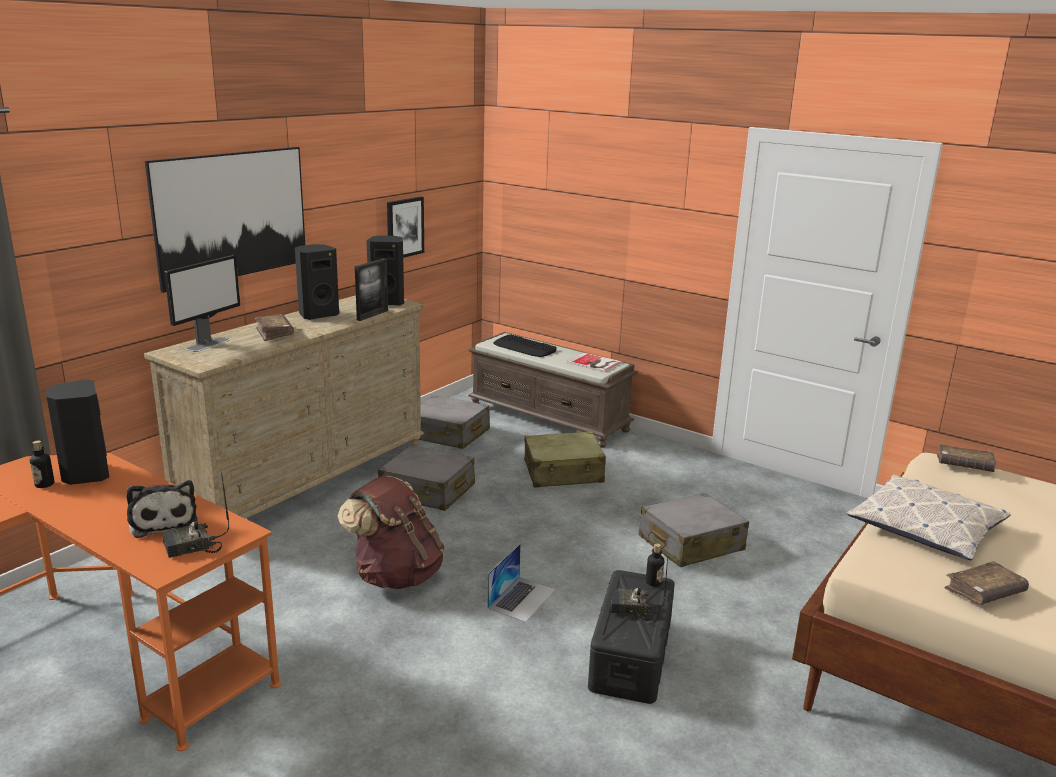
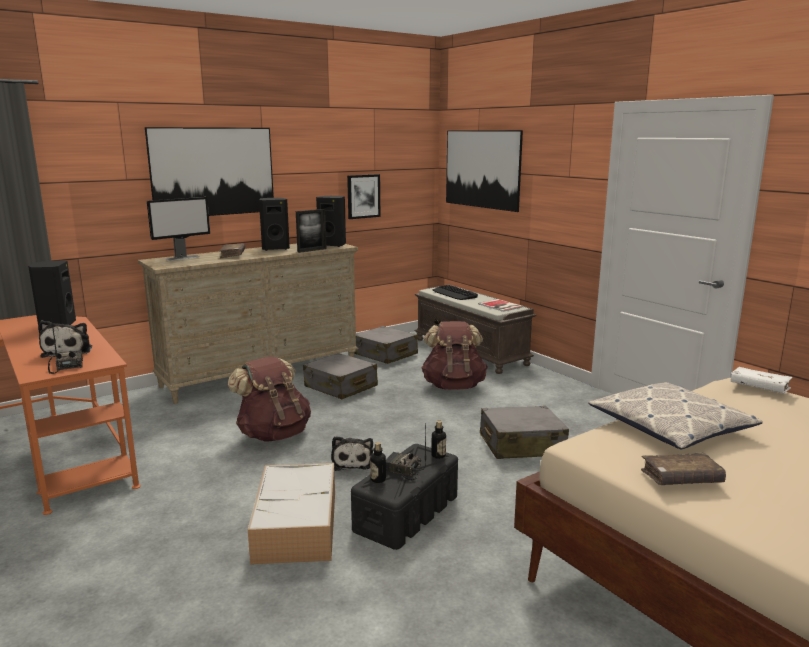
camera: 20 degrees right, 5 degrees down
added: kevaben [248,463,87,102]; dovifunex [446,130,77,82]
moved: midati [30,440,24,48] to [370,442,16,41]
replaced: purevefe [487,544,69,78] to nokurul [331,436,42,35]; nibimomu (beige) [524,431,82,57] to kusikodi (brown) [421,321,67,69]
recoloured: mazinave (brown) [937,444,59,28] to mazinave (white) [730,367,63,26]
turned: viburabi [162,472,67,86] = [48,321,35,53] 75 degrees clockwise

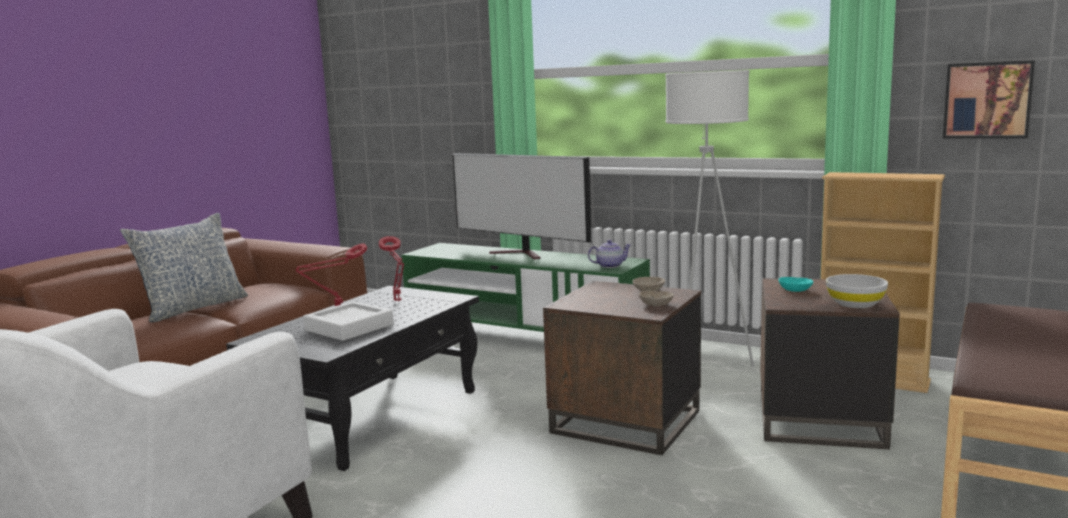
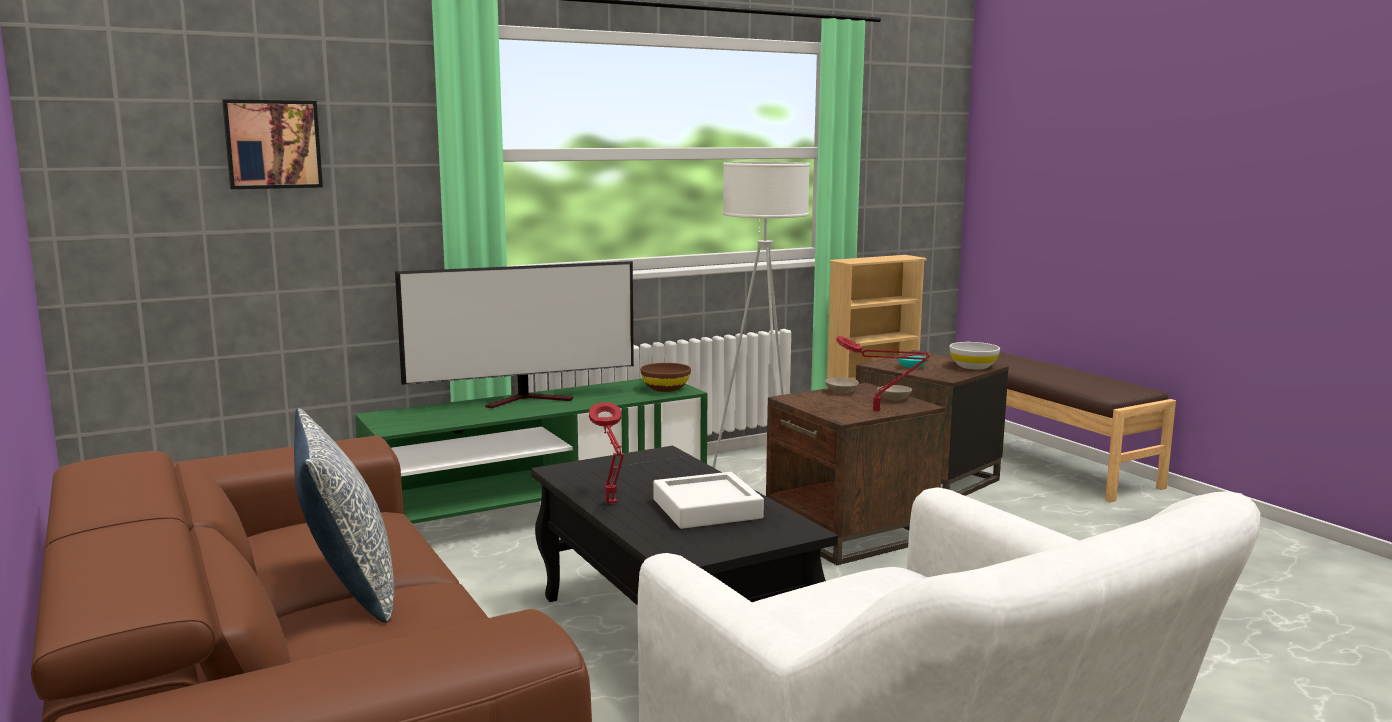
camera: 60 degrees left, 0 degrees up
moved: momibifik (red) [379,236,25,65] to [836,336,93,75]; dovifunex [943,60,92,79] to [222,99,101,90]
replaced: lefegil [588,240,43,28] to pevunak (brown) [640,363,51,29]

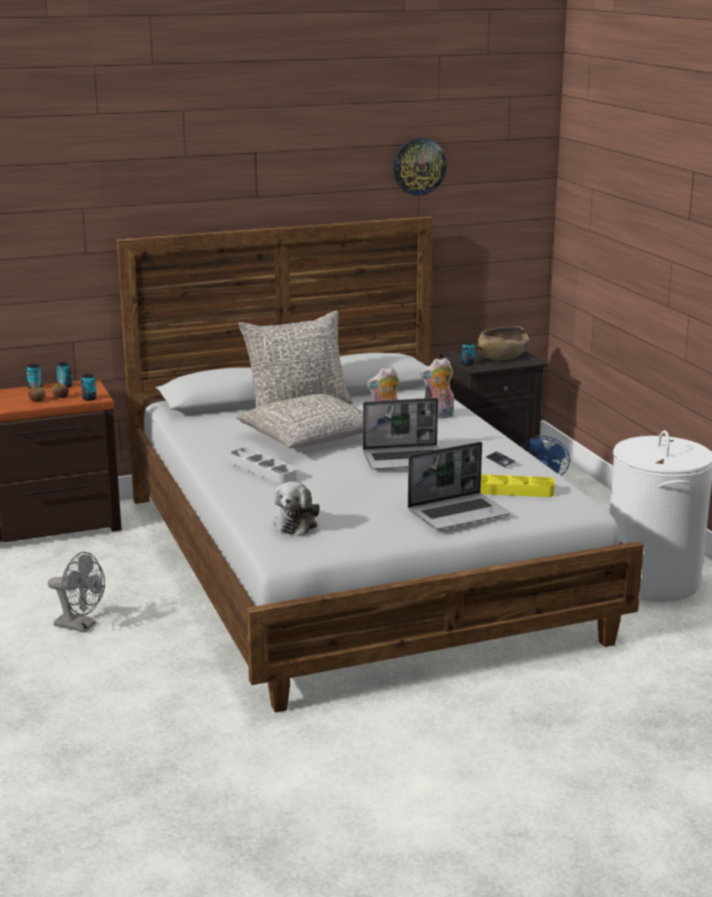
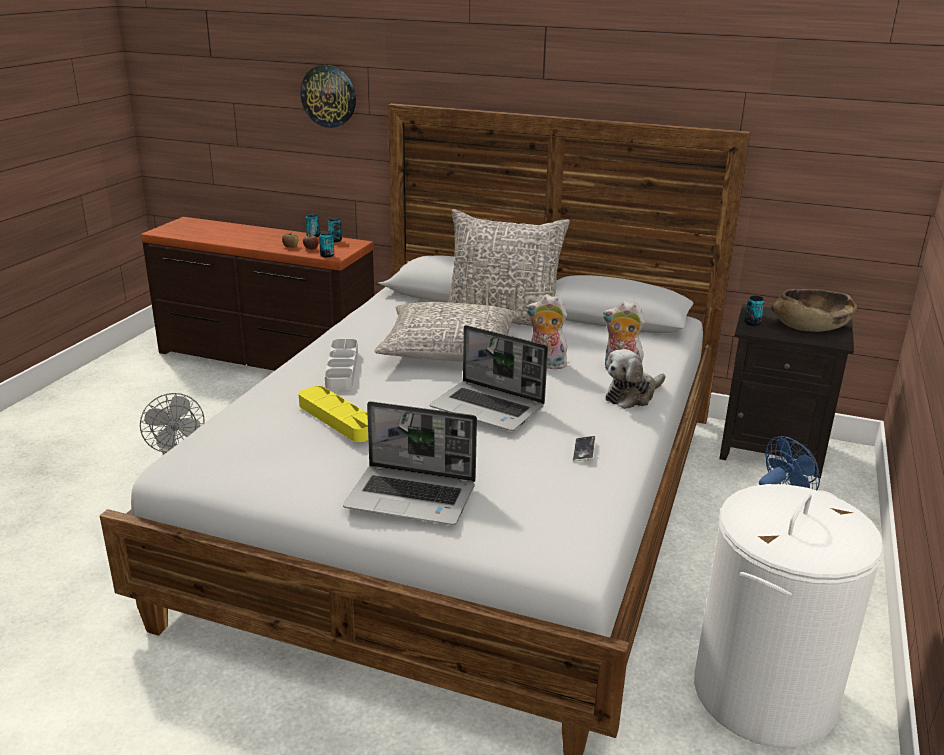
camera: 40 degrees right, 5 degrees up
moved: nokurul [272,481,48,54] to [605,349,60,60]; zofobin [393,138,54,58] to [300,65,56,63]; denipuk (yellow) [480,474,75,23] to [298,386,70,56]

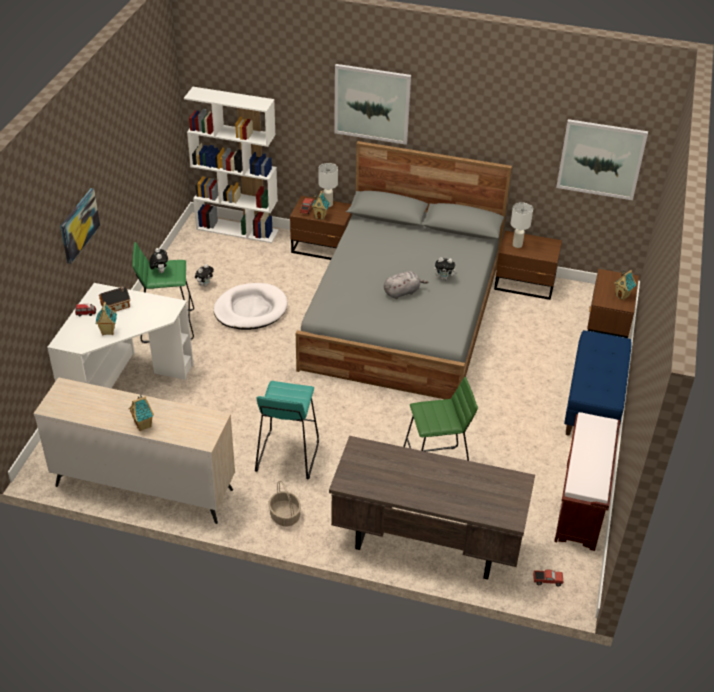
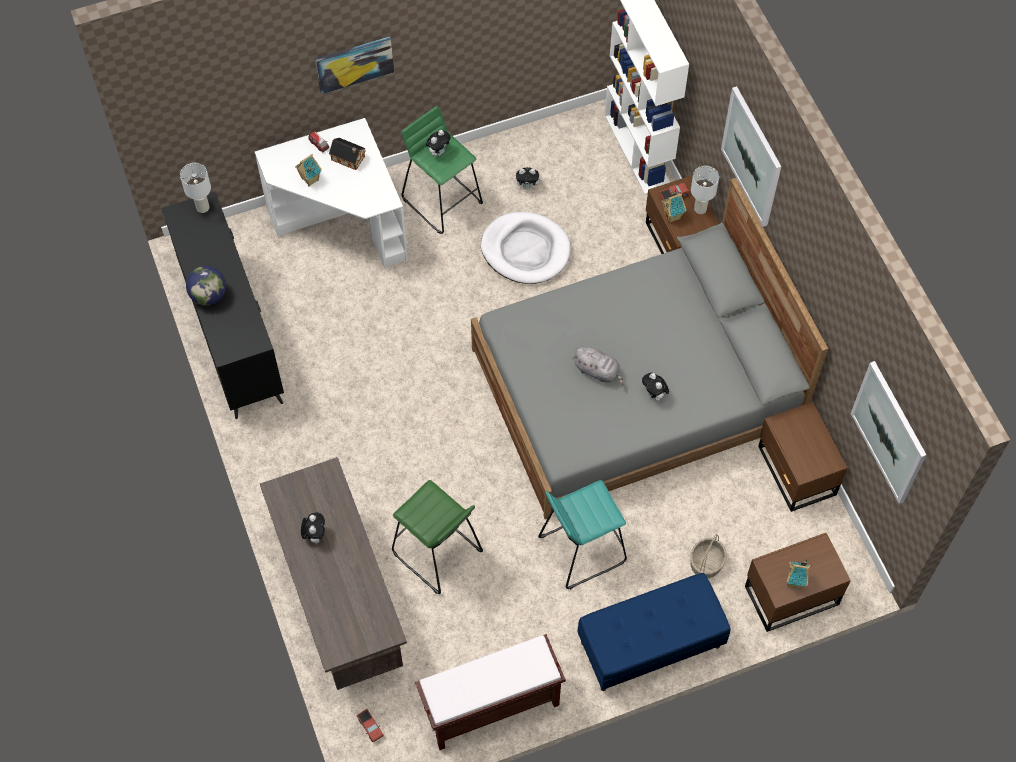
camera: 55 degrees right, 20 degrees up
added: nokurul [301,513,24,31]
moved: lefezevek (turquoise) [255,381,64,98] to [538,480,89,109]; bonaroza [269,481,32,45] to [690,534,36,44]; momibifik (white) [511,202,22,46] to [180,163,31,50]
replaced: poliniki [129,394,25,37] to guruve [186,266,40,40]
recoloured: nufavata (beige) [33,377,202,147] to nufavata (black) [162,192,122,227]

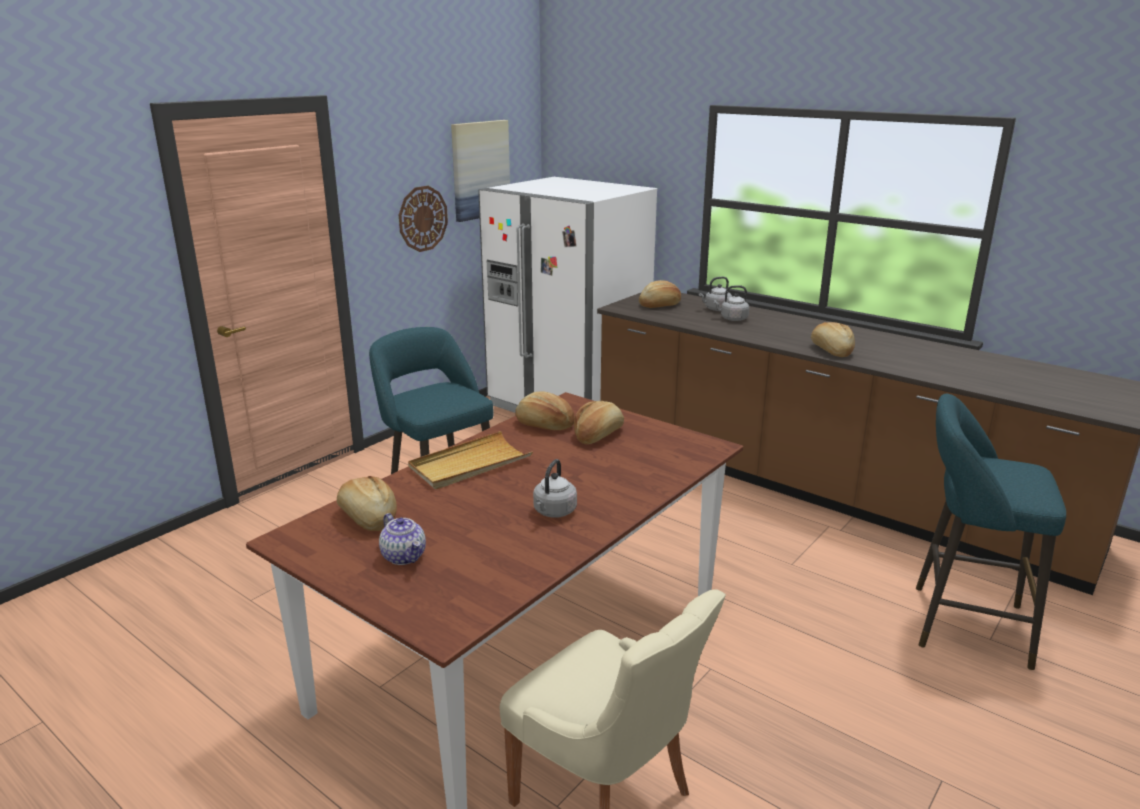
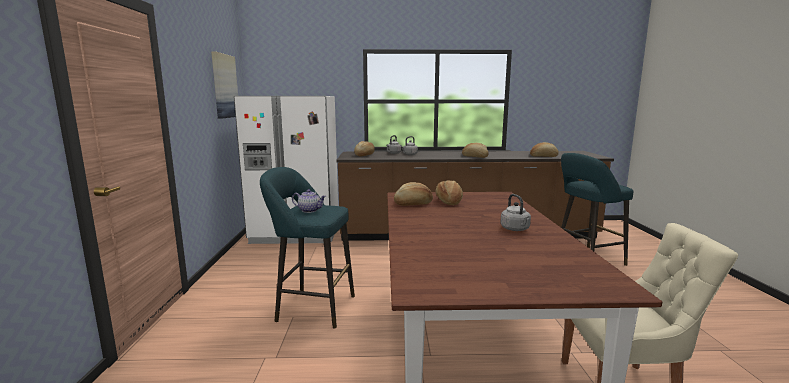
camera: 40 degrees left, 10 degrees down
removed: zofobin [399,186,49,66]; denipuk (beige) [408,431,125,58]
moved: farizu [337,476,60,55] to [530,142,29,15]; lefegil [379,513,47,52] to [292,189,34,24]

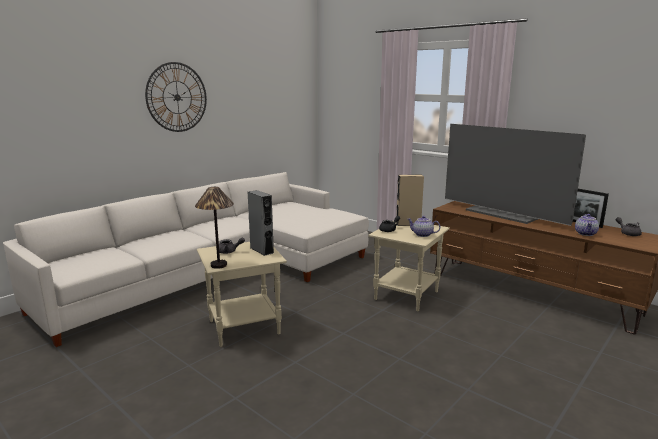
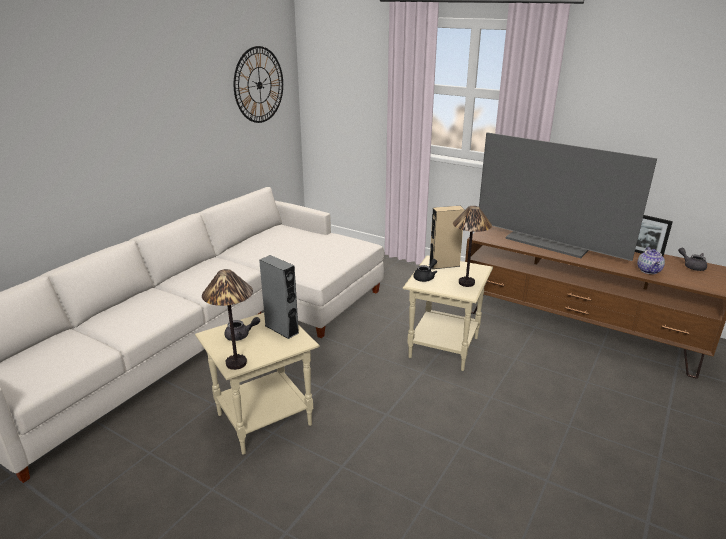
camera: 10 degrees left, 10 degrees up
moved: zofobin [145,62,62,70] to [234,46,49,77]
replaced: lefegil [408,216,32,21] to momibifik [453,206,39,81]

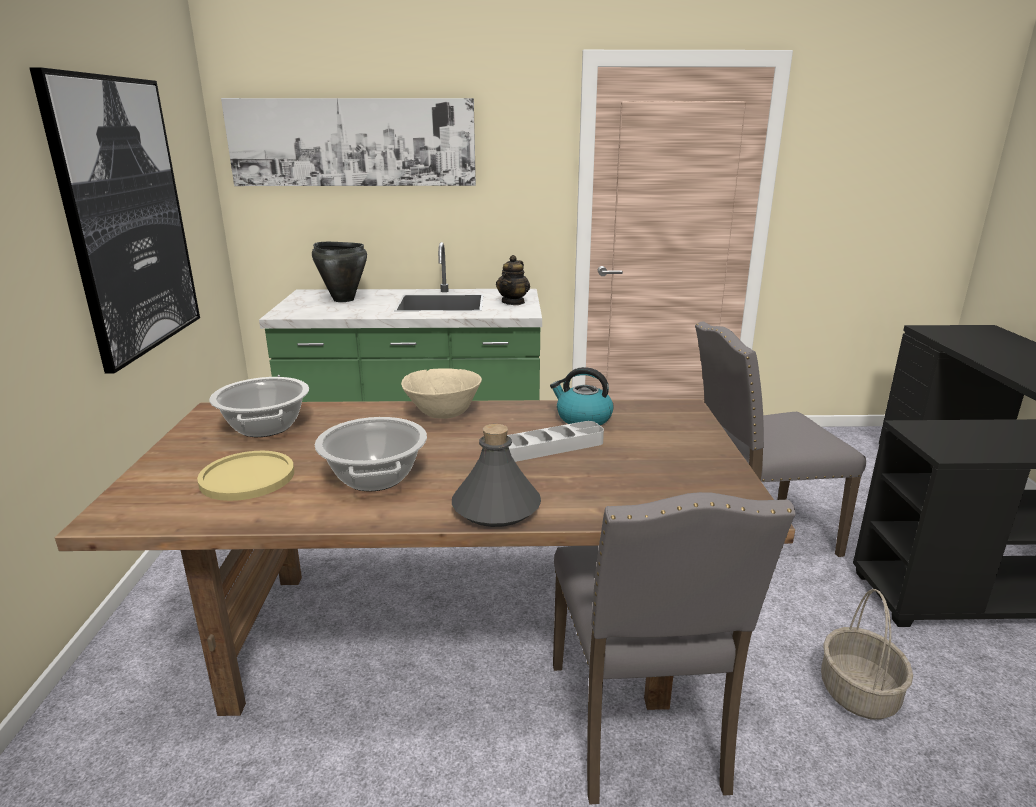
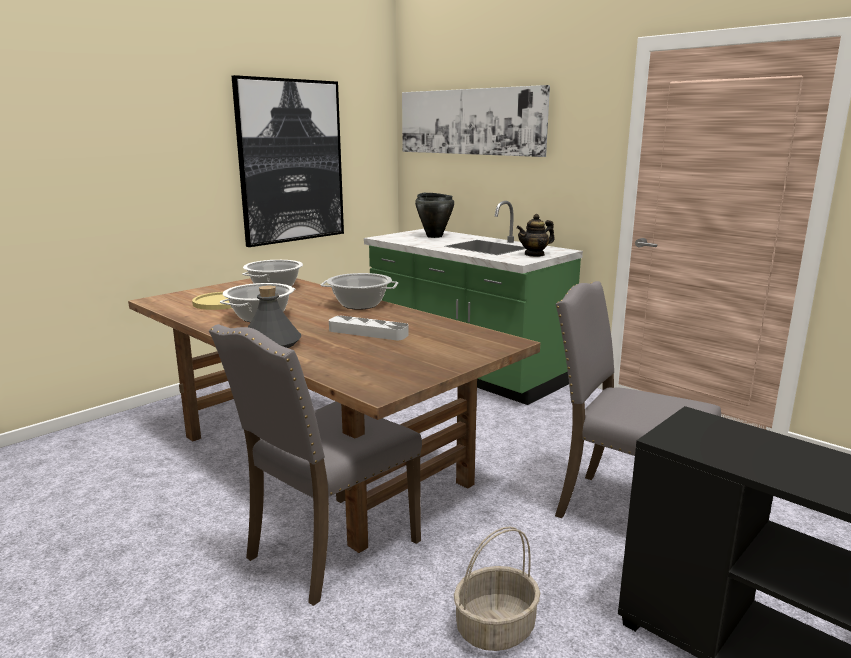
camera: 45 degrees right, 5 degrees down
removed: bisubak [550,367,64,58]
replaced: pevunak (beige) [401,368,81,51] to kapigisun [320,273,78,37]

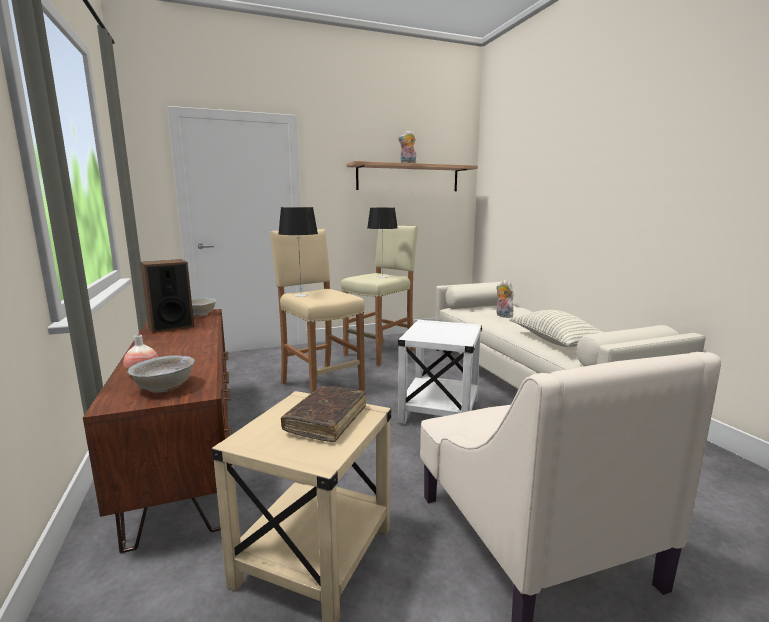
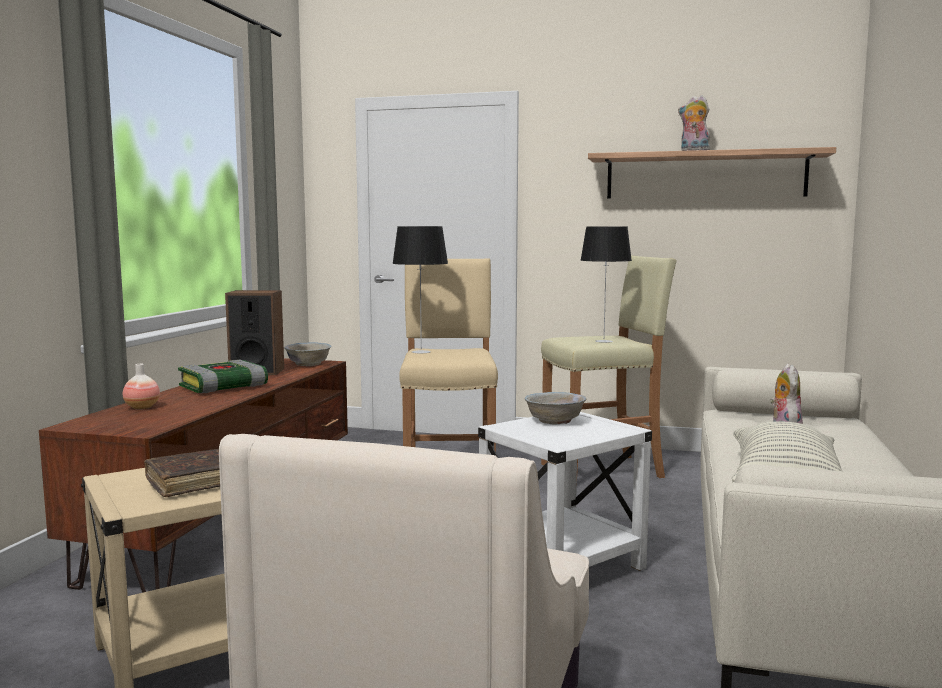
camera: 35 degrees right, 5 degrees down
added: mazinave [178,360,90,33]
moved: pevunak (white) [128,355,67,38] to [524,392,62,32]

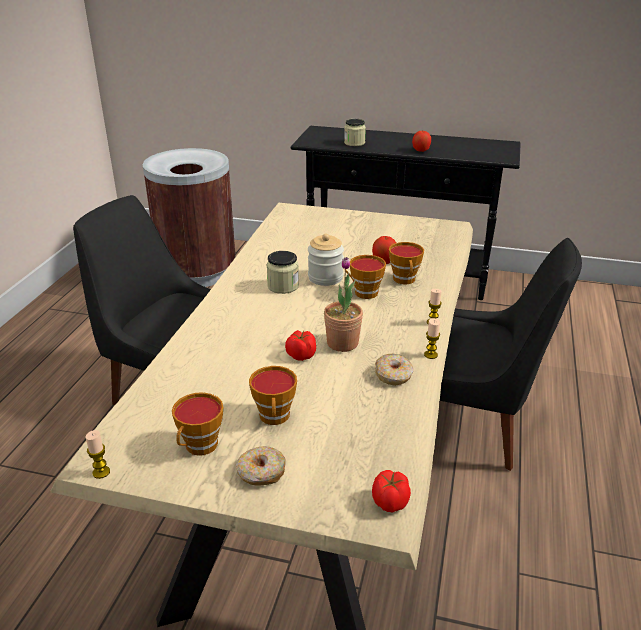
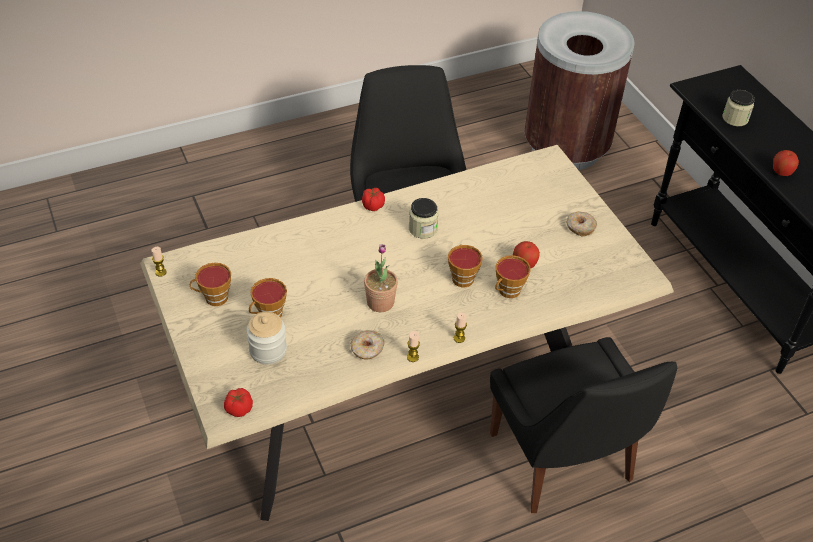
camera: 50 degrees right, 15 degrees up
moved: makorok [236,446,49,40] to [566,211,31,26]; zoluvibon [285,330,31,31] to [362,188,23,23]; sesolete [308,234,36,52] to [246,312,41,52]

